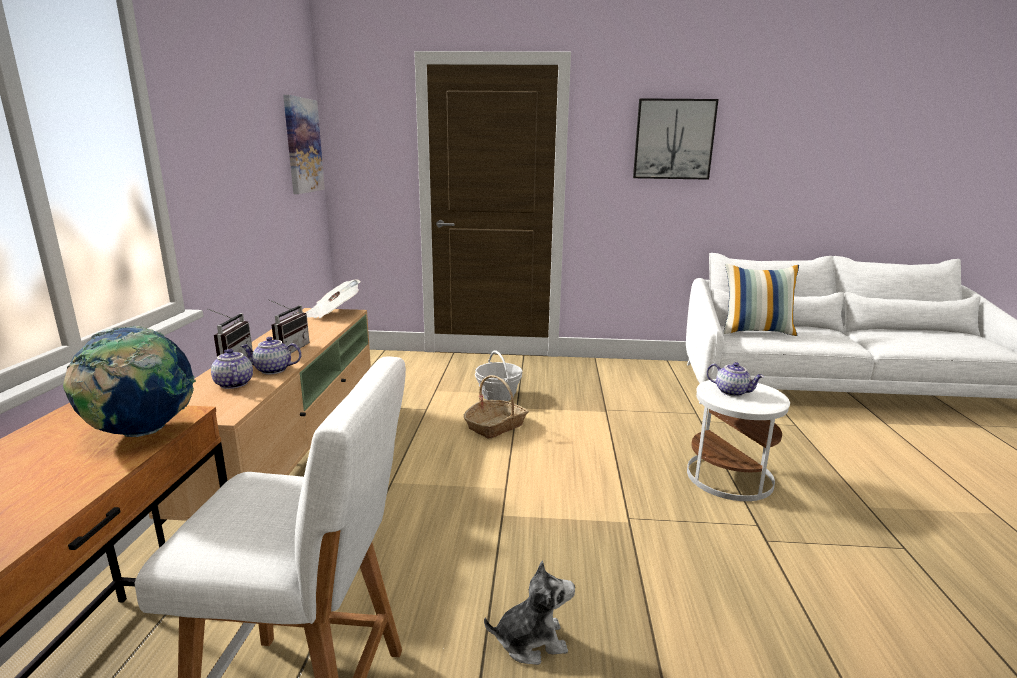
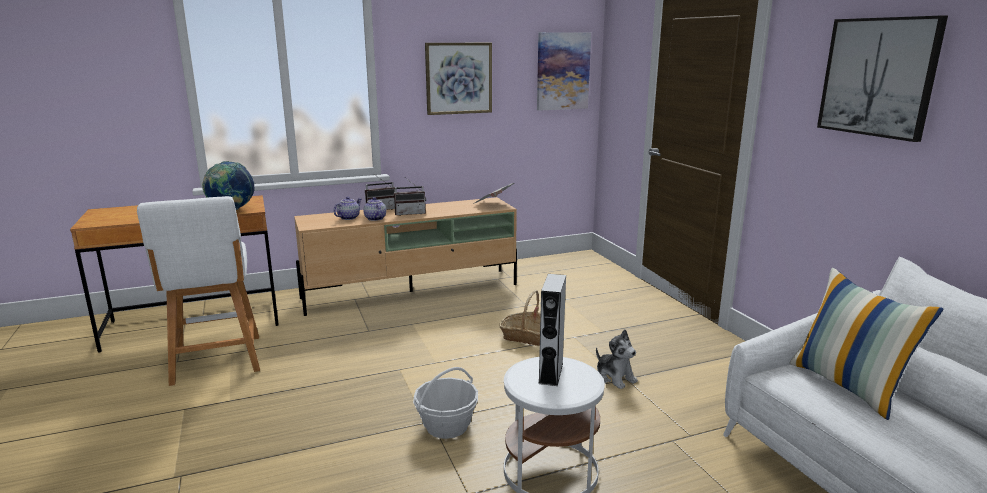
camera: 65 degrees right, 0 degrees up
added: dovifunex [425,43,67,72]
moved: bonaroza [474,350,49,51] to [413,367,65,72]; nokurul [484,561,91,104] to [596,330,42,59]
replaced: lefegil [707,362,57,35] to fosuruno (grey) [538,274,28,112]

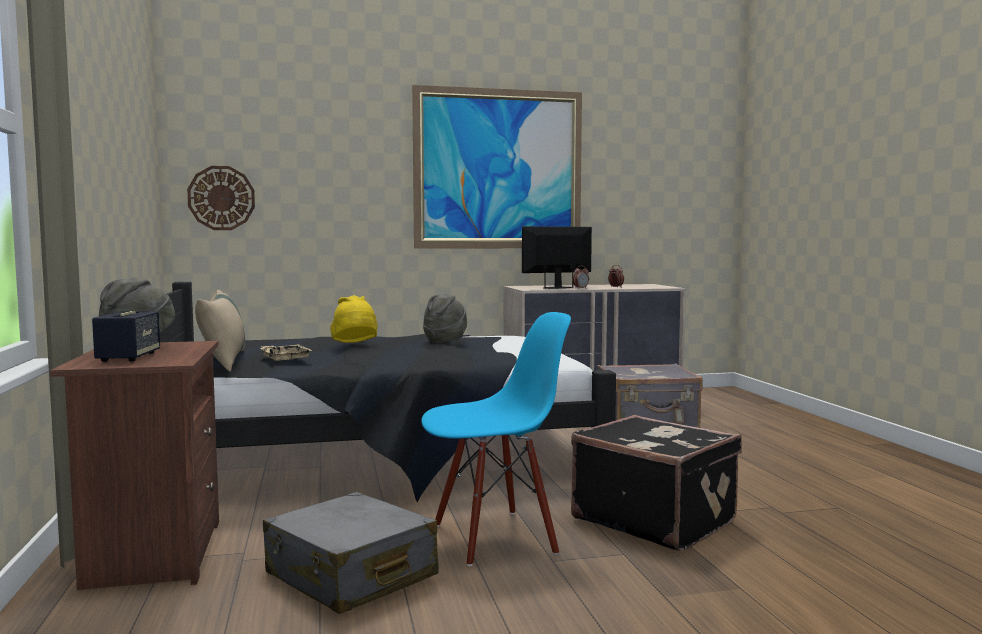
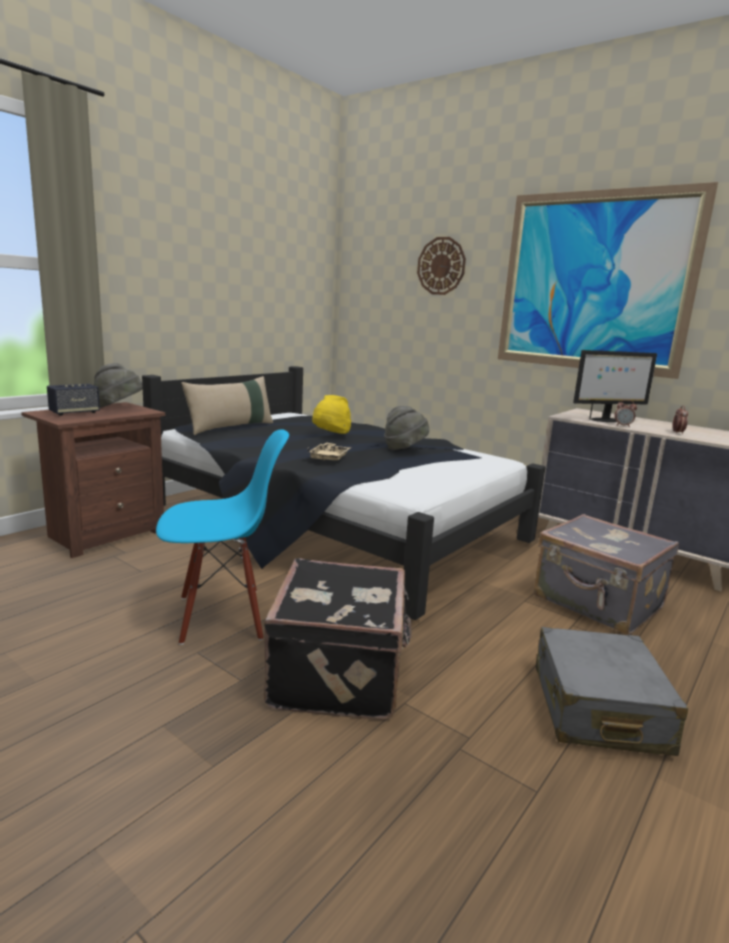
camera: 50 degrees right, 10 degrees up
moved: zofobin [187,166,68,64] to [417,237,49,58]; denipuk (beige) [260,344,53,17] to [307,443,43,18]; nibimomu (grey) [263,492,176,122] to [536,627,153,129]
turned: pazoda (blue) [421,312,150,254] = [156,429,133,216] 45 degrees counterclockwise; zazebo [522,226,70,63] = [573,350,84,72] 135 degrees clockwise

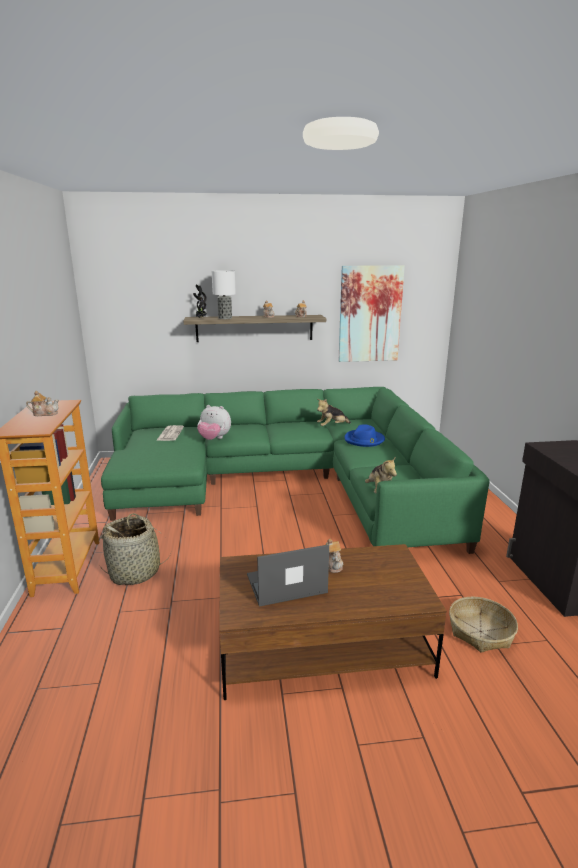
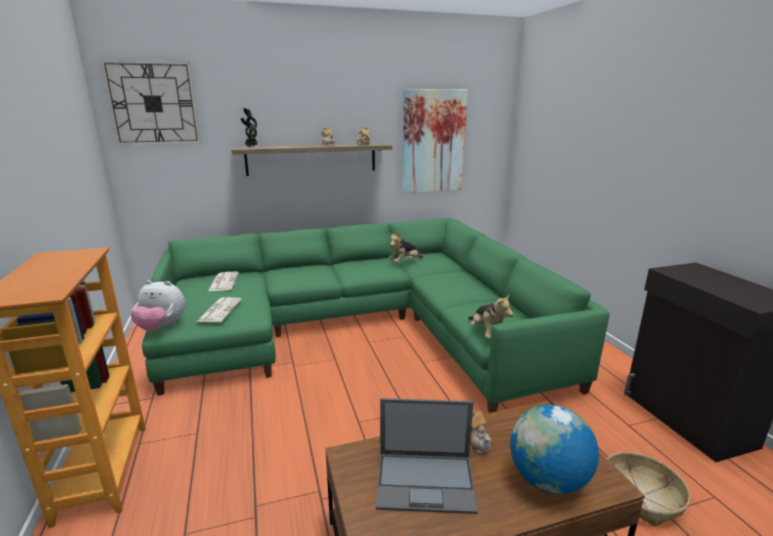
camera: 10 degrees left, 0 degrees up
removed: lefegil [26,391,33,25]; bonaroza [99,513,73,72]; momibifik [212,270,24,49]; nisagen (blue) [344,424,41,23]
added: zofobin [99,59,102,87]; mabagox [196,297,46,25]; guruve [510,405,89,89]
moved: nokurul [197,405,34,35] to [131,280,54,51]
turned: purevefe [247,544,82,63] = [376,398,102,116] 150 degrees counterclockwise

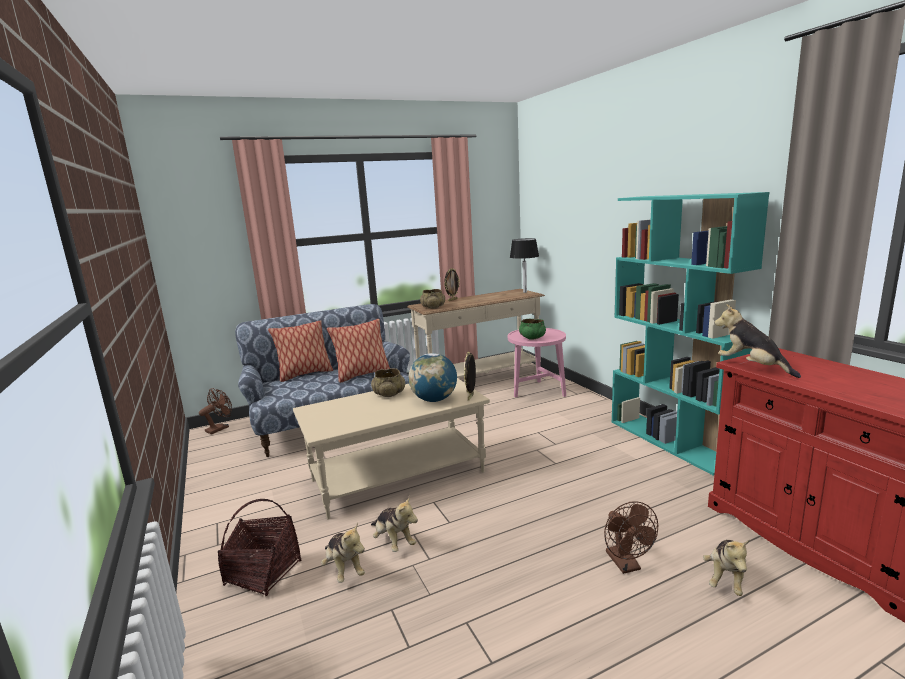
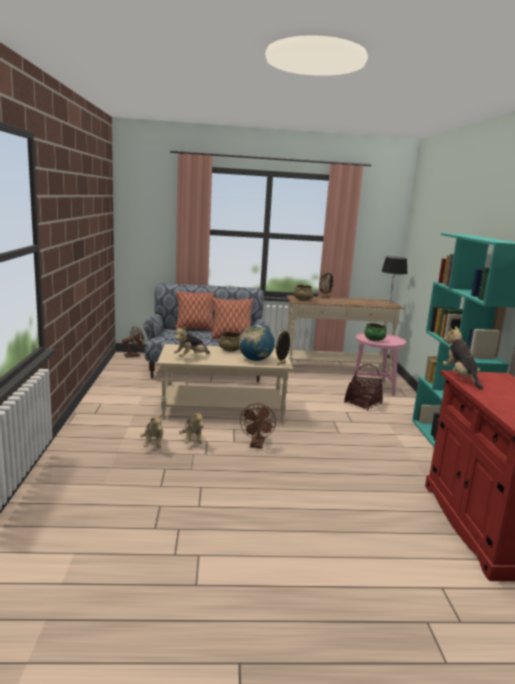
camera: 20 degrees right, 0 degrees up
moved: bonaroza [218,499,83,97] to [344,364,39,46]; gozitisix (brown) [604,501,54,73] to [240,404,36,44]; nokurul [703,539,47,57] to [174,326,36,31]

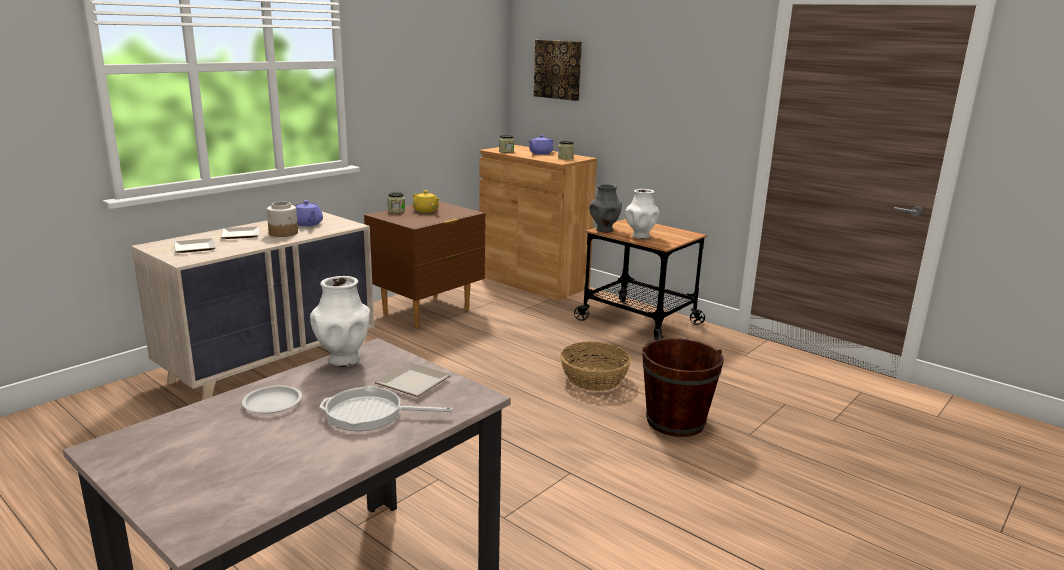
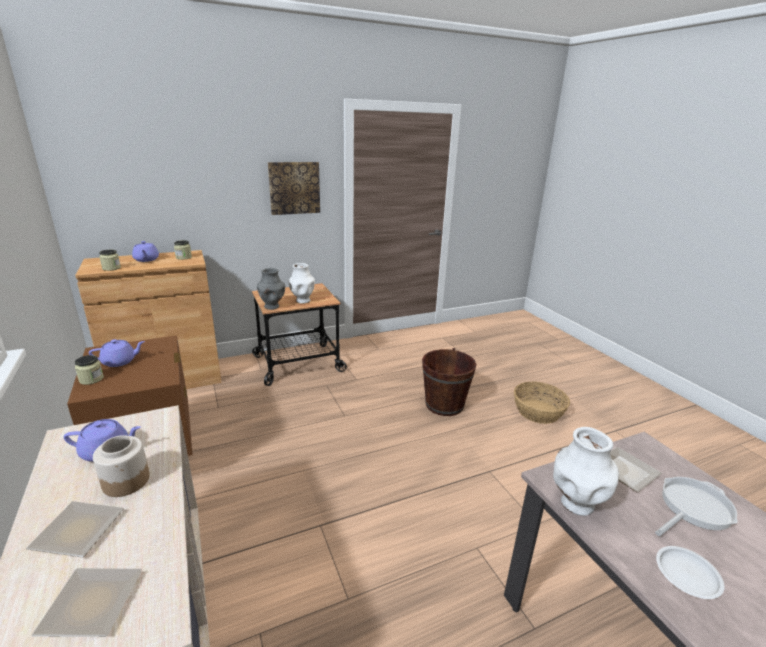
camera: 65 degrees left, 5 degrees up
moved: dovifunex [534,40,48,61] to [268,162,52,53]; bonaroza [560,341,72,50] to [514,382,56,42]
recoloured: lefegil (yellow) [413,190,27,23] to lefegil (purple) [89,339,56,28]
turned: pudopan [319,386,134,45] = [655,477,83,59] 150 degrees counterclockwise

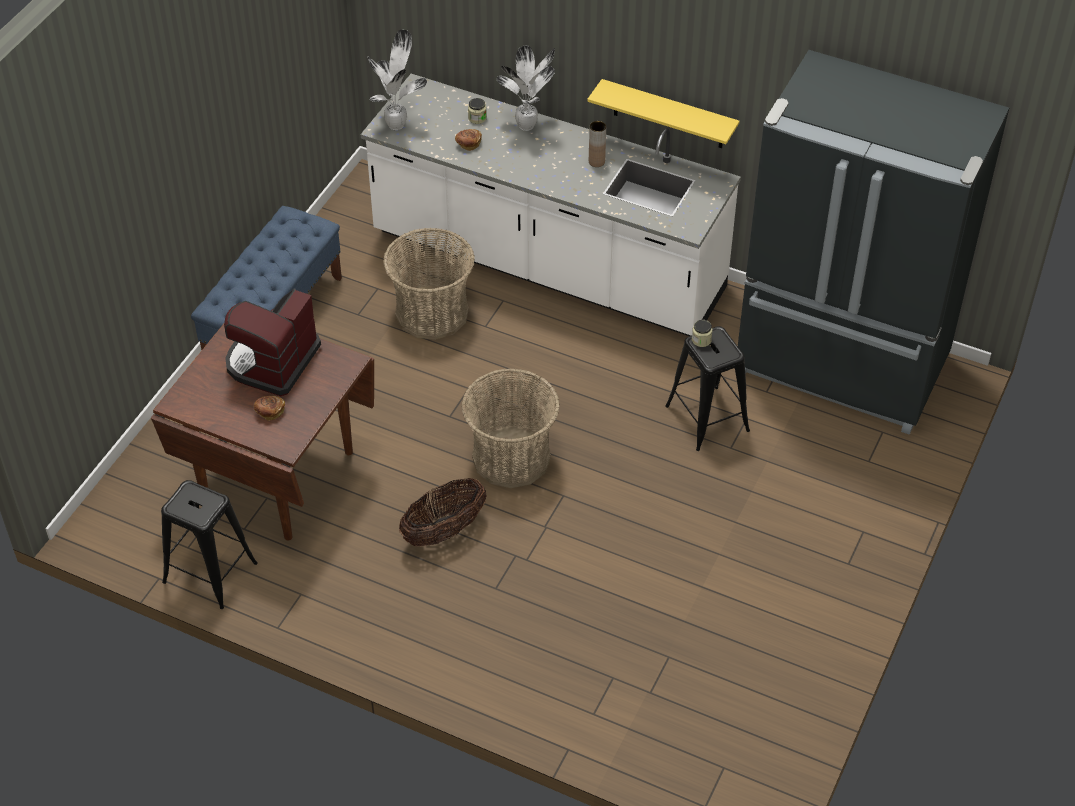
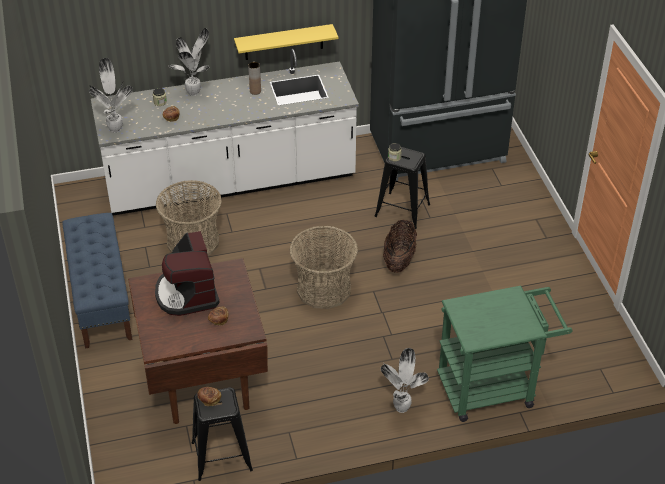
camera: 40 degrees left, 5 degrees down
added: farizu [197,387,24,19]; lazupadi [381,348,48,65]; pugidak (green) [437,286,136,136]
moved: bonaroza [399,478,87,69] to [383,220,34,53]

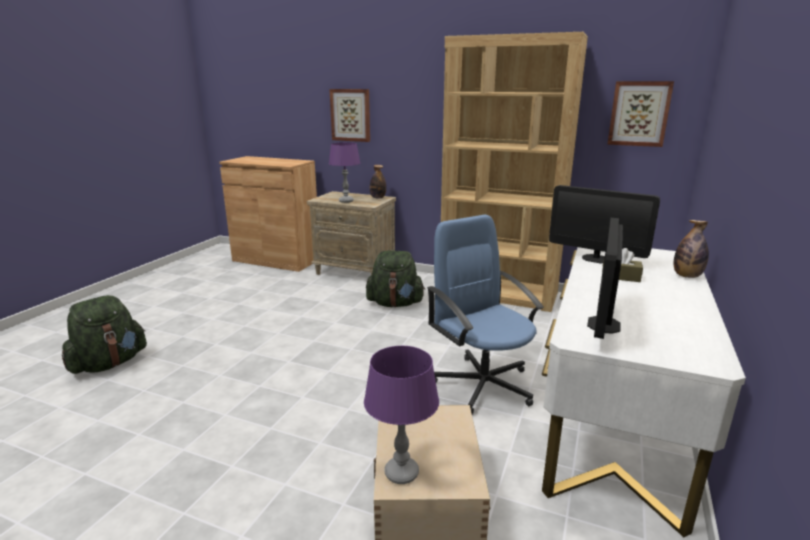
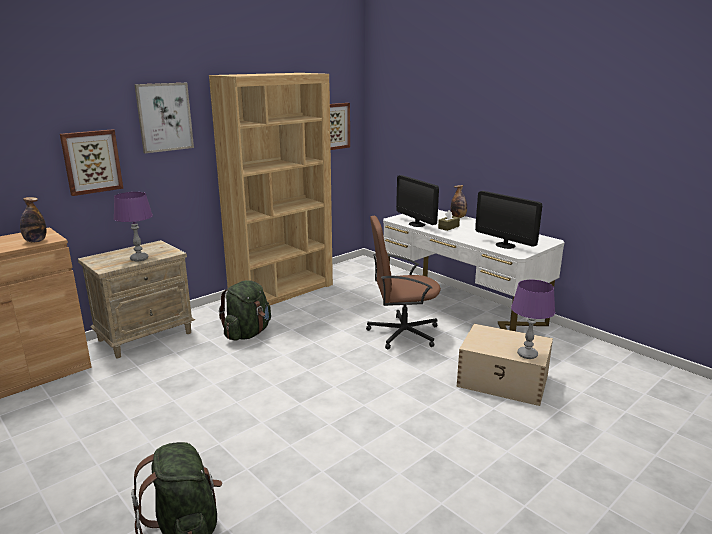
camera: 65 degrees left, 0 degrees up
added: dovifunex [134,83,60,70]
moved: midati [370,165,16,34] to [20,197,26,45]
recoloured: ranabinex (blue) [427,215,117,199] to ranabinex (brown) [366,216,75,134]
turned: zazebo [549,185,111,79] = [396,175,43,52] 90 degrees clockwise

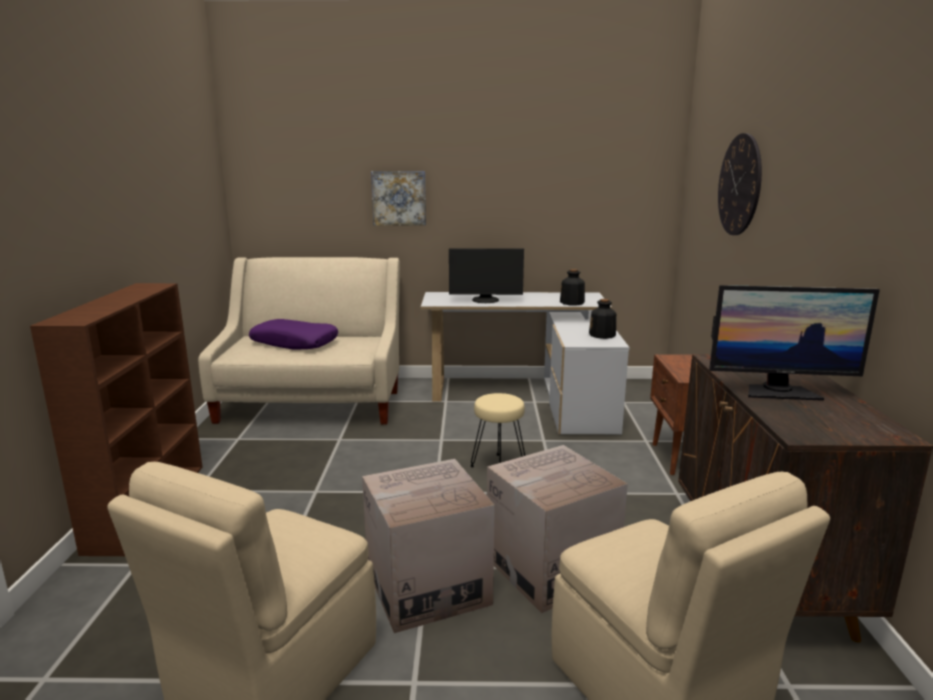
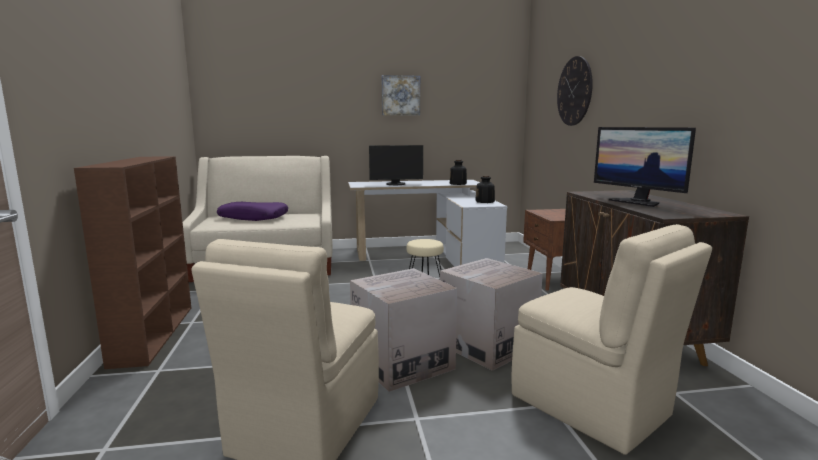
camera: 10 degrees left, 5 degrees down
moved: dovifunex [371,171,55,55] to [382,75,38,40]
turned: zazebo [709,285,171,116] = [594,127,102,80] 60 degrees clockwise

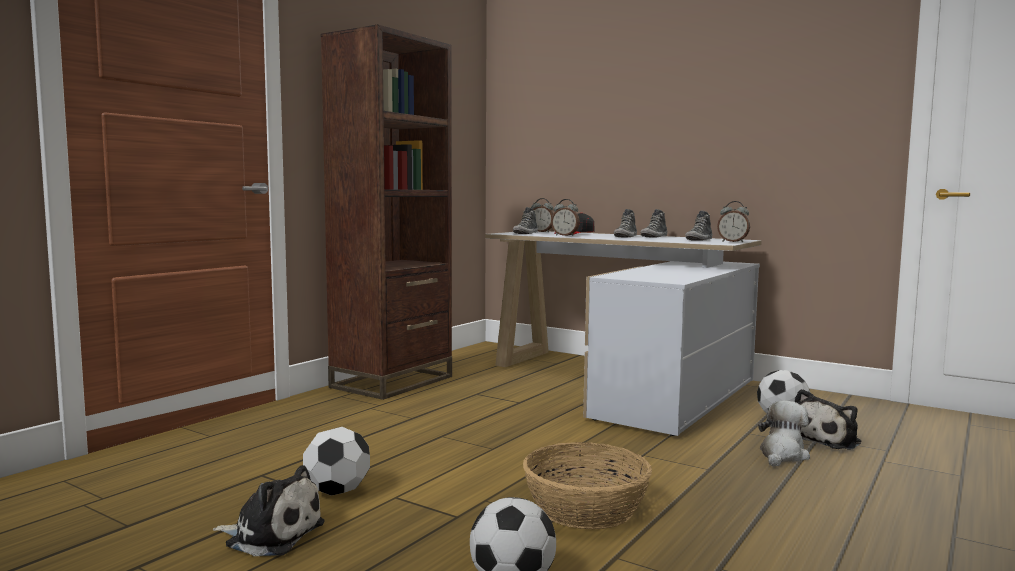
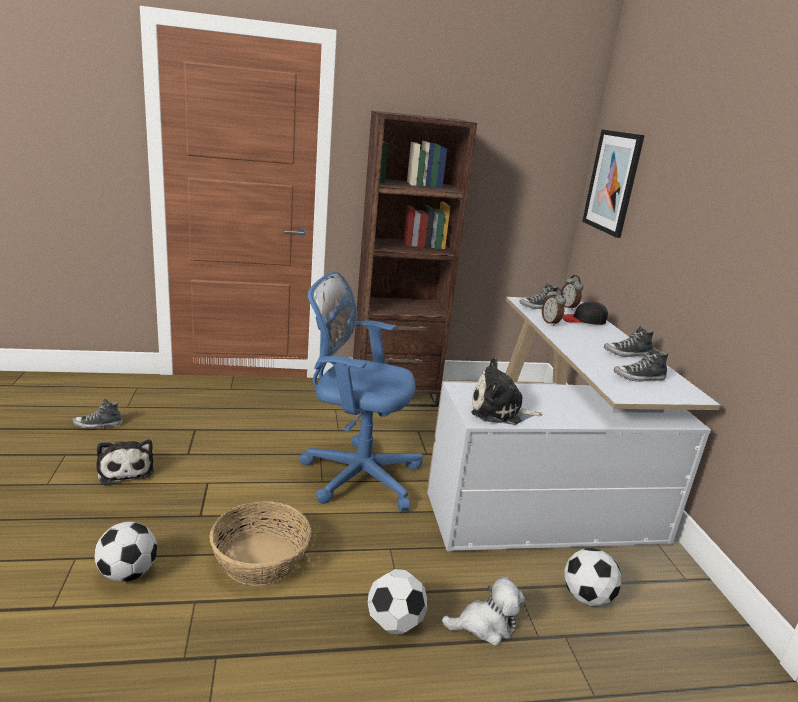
camera: 45 degrees right, 15 degrees up
removed: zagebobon [717,201,33,41]
added: ranabinex (blue) [300,272,123,240]; dovifunex [582,129,63,109]
moved: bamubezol [303,427,67,69] to [368,569,60,65]; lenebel [614,209,23,28] to [73,399,50,30]; nokurul [796,389,65,61] to [472,358,71,67]

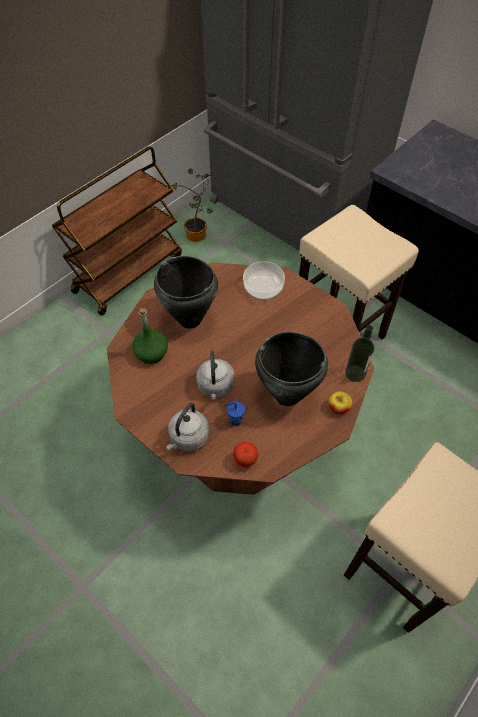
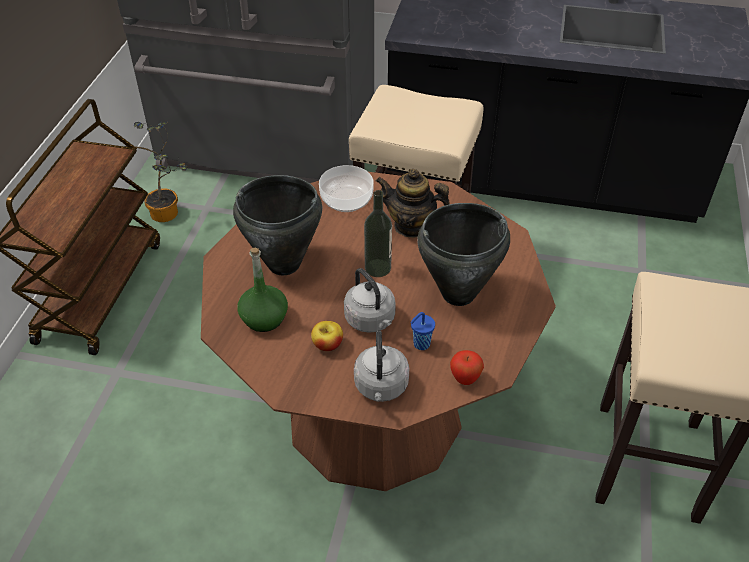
camera: 30 degrees left, 10 degrees down
added: lefegil [375,169,75,69]
moved: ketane [328,391,25,23] to [311,321,32,30]; midati [345,325,29,57] to [364,190,28,87]

